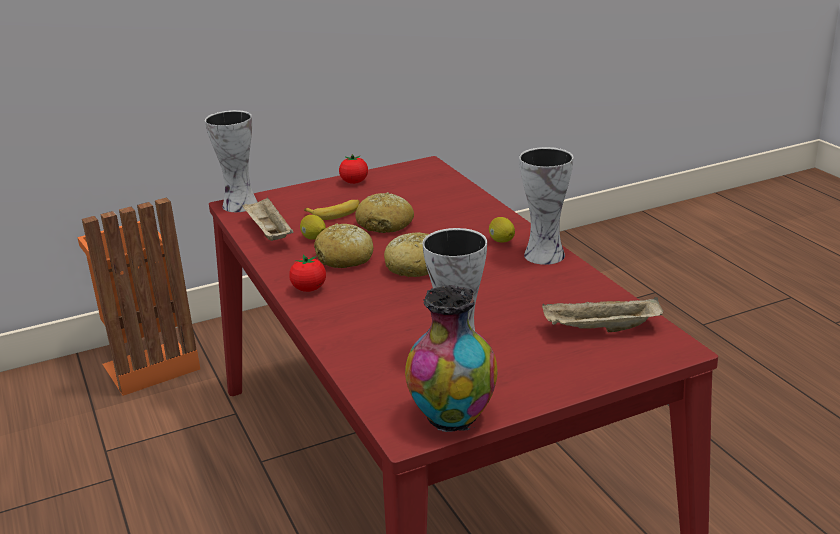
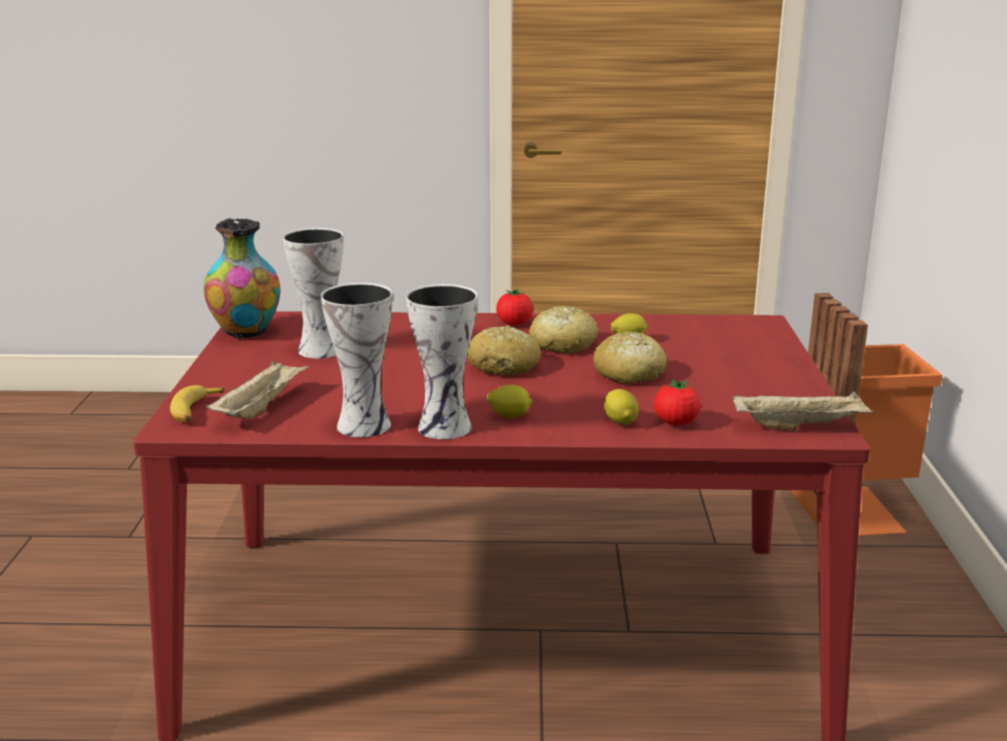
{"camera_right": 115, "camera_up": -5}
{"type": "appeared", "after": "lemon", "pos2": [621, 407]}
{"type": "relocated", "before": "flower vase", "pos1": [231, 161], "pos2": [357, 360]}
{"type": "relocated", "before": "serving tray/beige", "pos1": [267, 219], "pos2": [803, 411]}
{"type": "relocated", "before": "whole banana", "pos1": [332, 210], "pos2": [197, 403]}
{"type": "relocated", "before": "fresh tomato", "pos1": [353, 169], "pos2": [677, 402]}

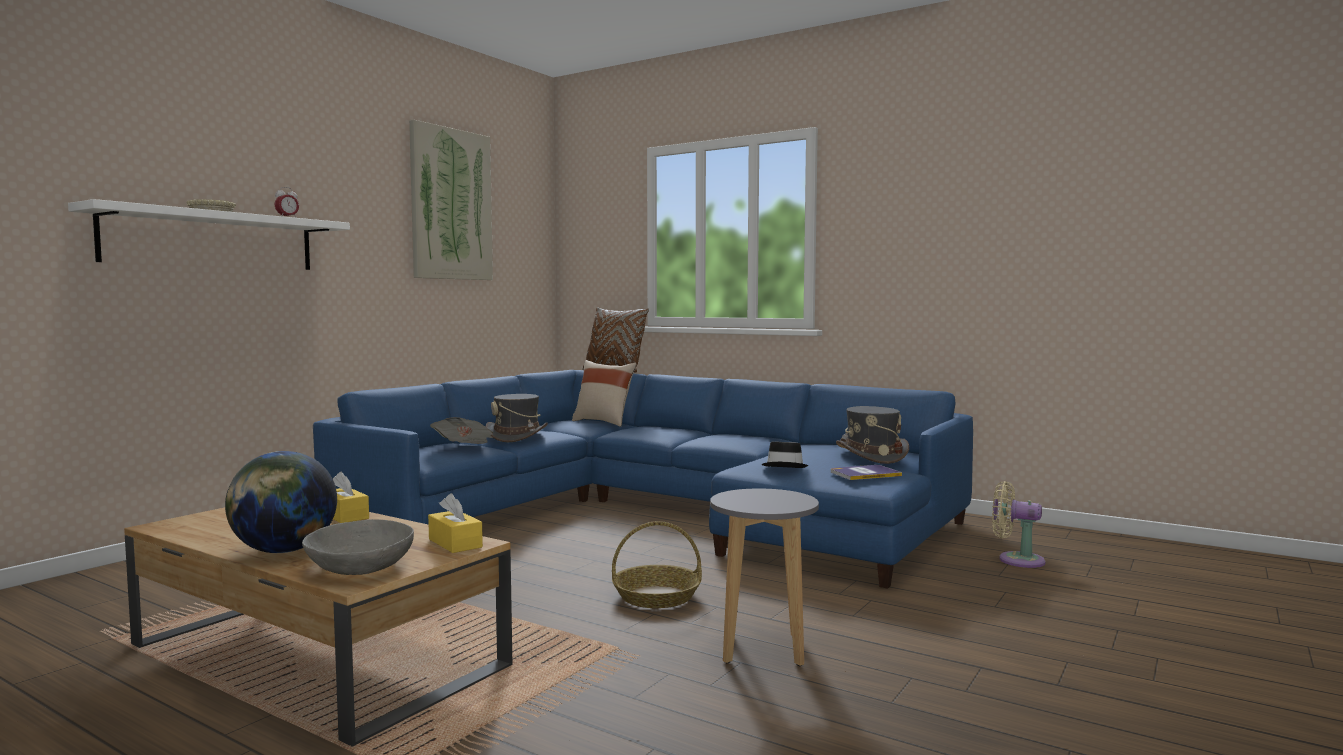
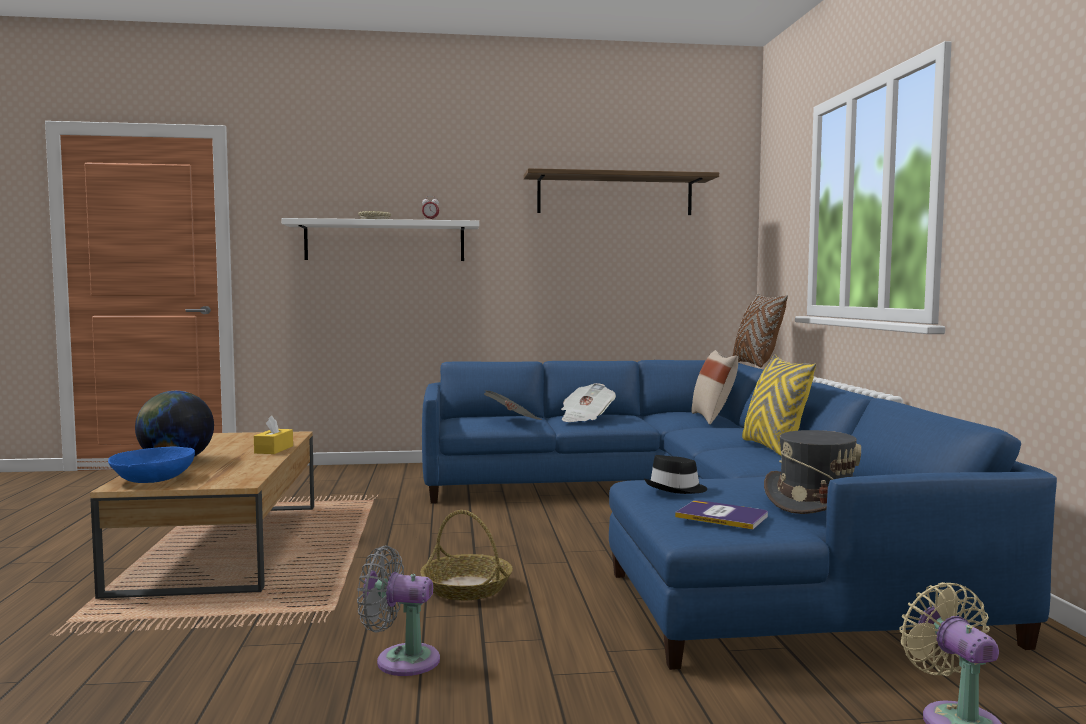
{"camera_right": 50, "camera_up": 0}
{"type": "missing", "before": "tissue holder/yellow-coloured", "pos1": [455, 523]}
{"type": "appeared", "after": "pillow/yellow-coloured", "pos2": [779, 405]}
{"type": "exchanged", "before": "picture", "after": "wall shelf", "pos1": [451, 199], "pos2": [621, 191]}
{"type": "exchanged", "before": "hat/gray", "after": "newspaper", "pos1": [517, 418], "pos2": [588, 402]}
{"type": "exchanged", "before": "sitting stool/gray", "after": "cooling fan/gray", "pos1": [764, 577], "pos2": [398, 611]}
{"type": "colour", "before": "bowl/gray", "after": "bowl/bluish", "pos1": [358, 547], "pos2": [151, 465]}

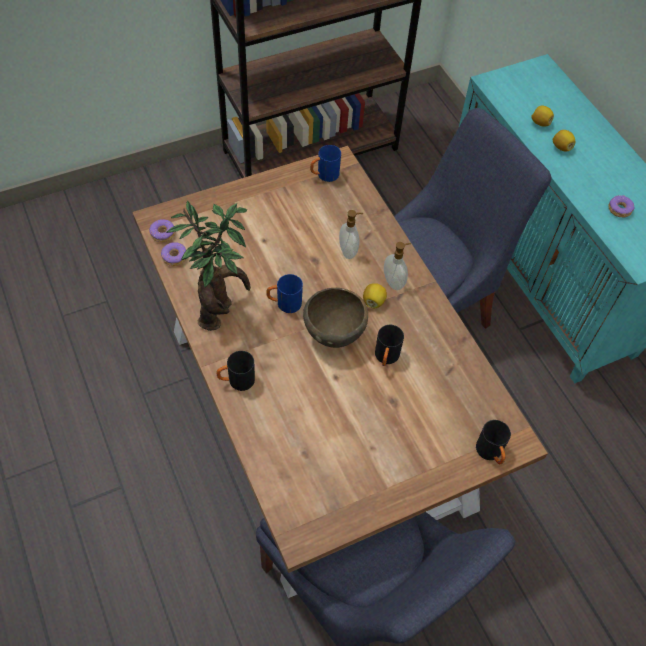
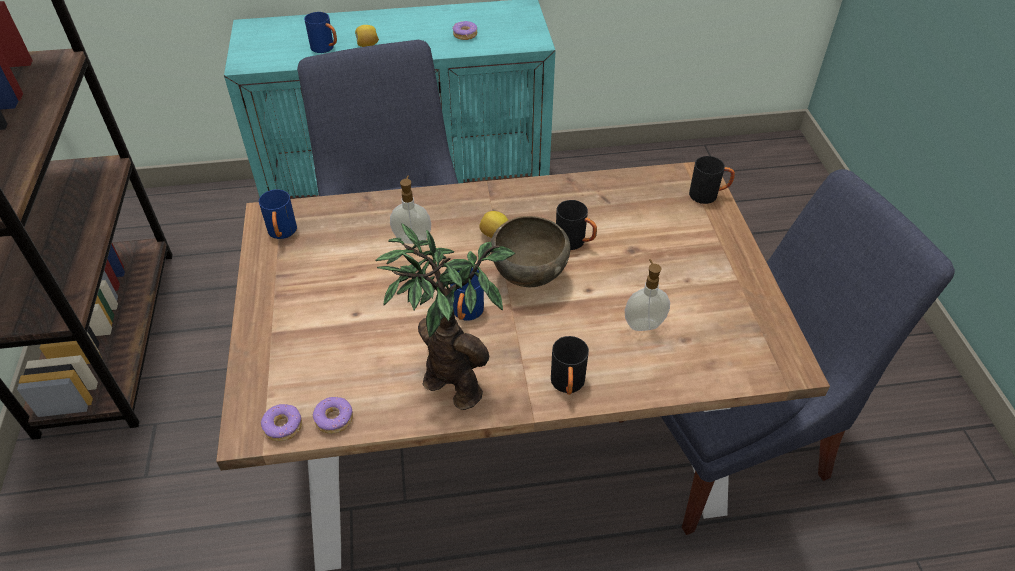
{"camera_right": -70, "camera_up": -10}
{"type": "relocated", "before": "soap dispenser", "pos1": [397, 266], "pos2": [647, 295]}
{"type": "exchanged", "before": "lemon", "after": "mug/bluish", "pos1": [542, 116], "pos2": [320, 32]}

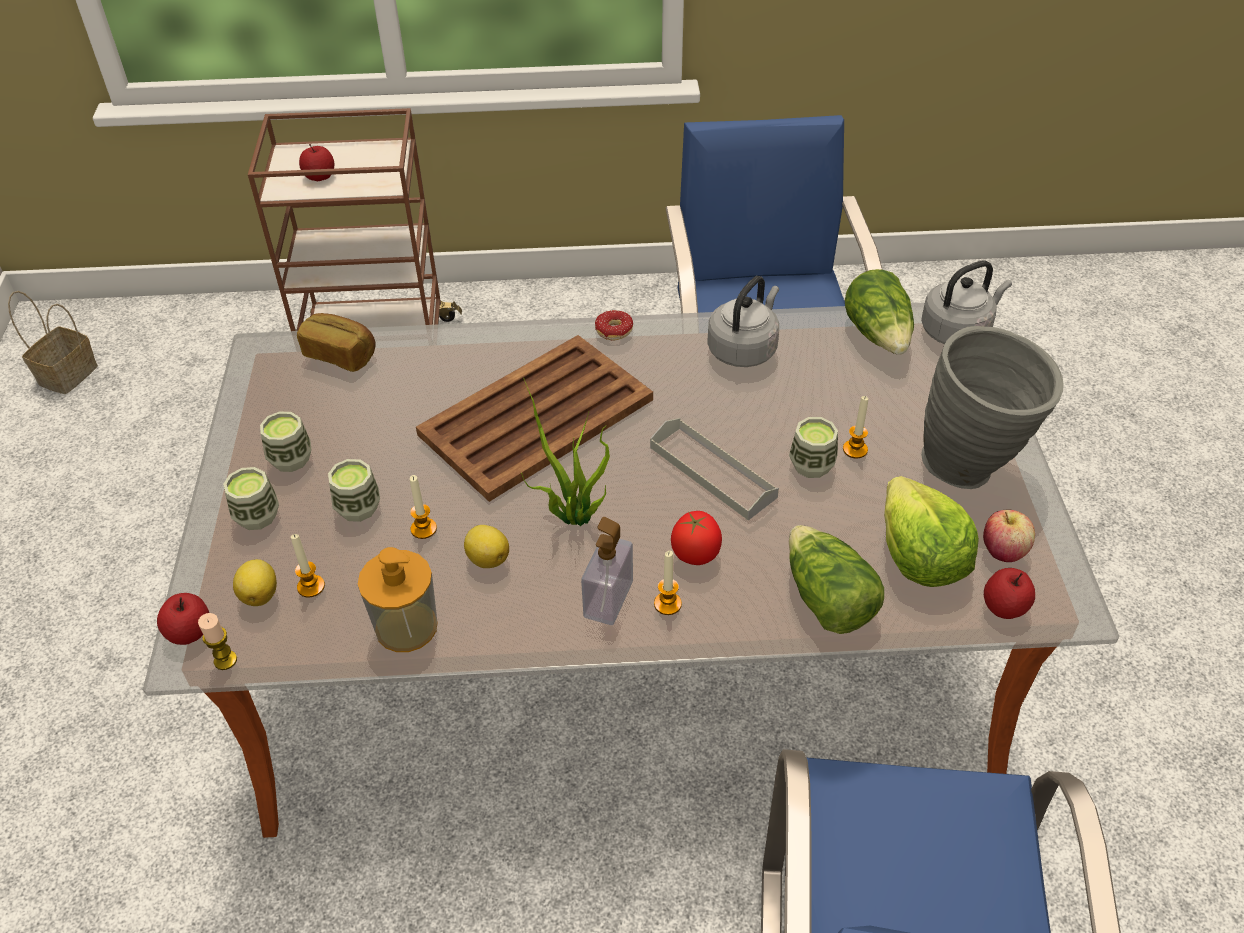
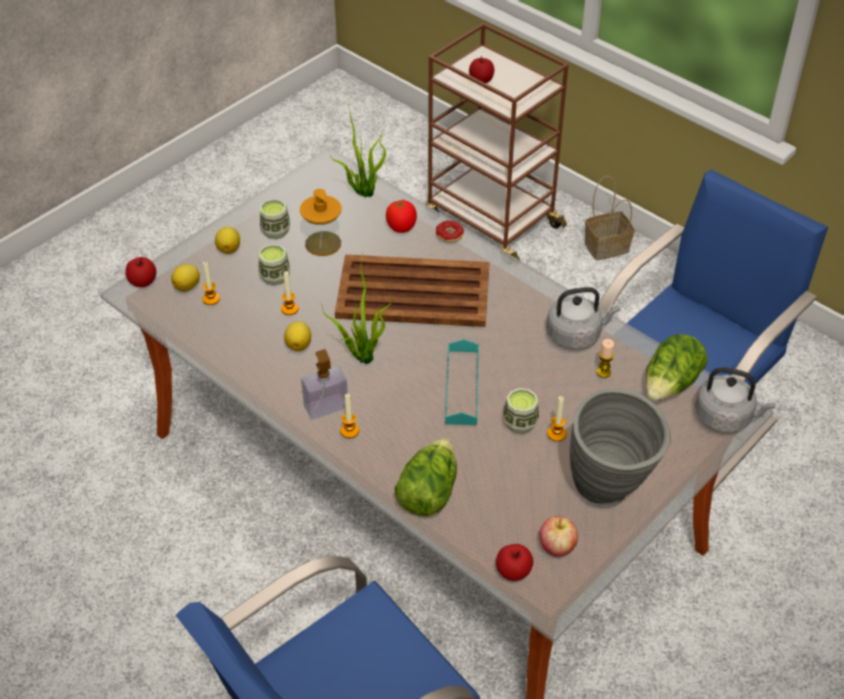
{"camera_right": 45, "camera_up": 0}
{"type": "missing", "before": "head of lettuce", "pos1": [931, 531]}
{"type": "relocated", "before": "household basket", "pos1": [53, 342], "pos2": [609, 218]}
{"type": "relocated", "before": "candle", "pos1": [217, 641], "pos2": [605, 358]}
{"type": "relocated", "before": "soap dispenser", "pos1": [398, 599], "pos2": [321, 222]}
{"type": "relocated", "before": "ring doughnut", "pos1": [614, 325], "pos2": [450, 231]}
{"type": "relocated", "before": "fresh tomato", "pos1": [696, 538], "pos2": [401, 216]}
{"type": "exchanged", "before": "cup", "after": "lemon", "pos1": [251, 498], "pos2": [227, 240]}
{"type": "exchanged", "before": "baked bread", "after": "plant in a pot", "pos1": [336, 342], "pos2": [357, 150]}
{"type": "colour", "before": "serving tray/gray", "after": "serving tray/blue-green", "pos1": [714, 469], "pos2": [462, 382]}

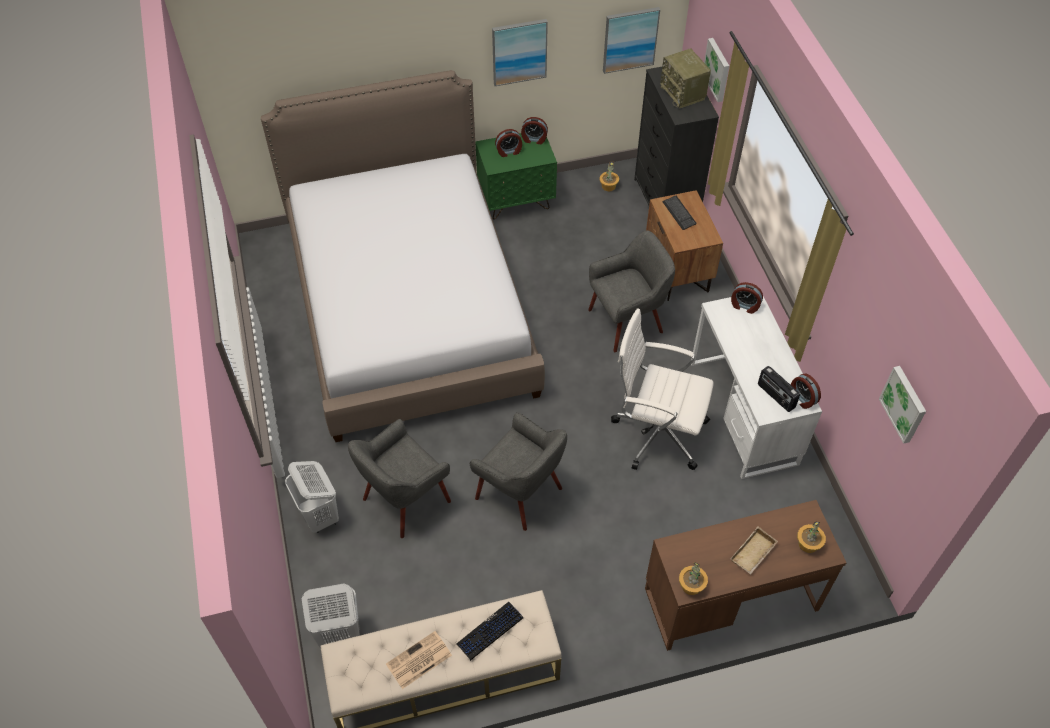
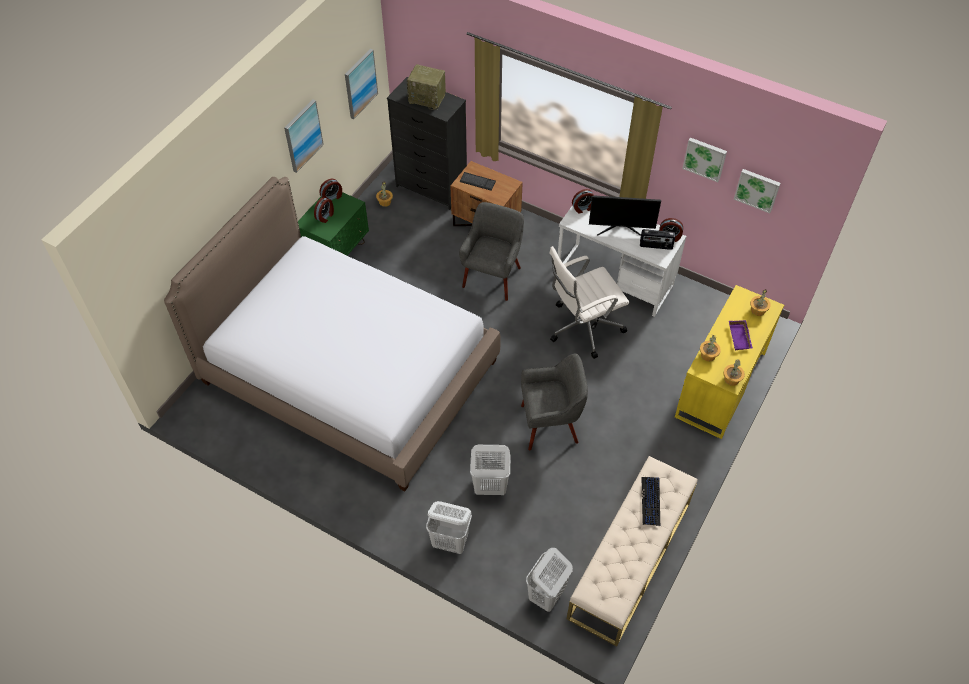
{"camera_right": -45, "camera_up": 0}
{"type": "missing", "before": "newspaper", "pos1": [419, 660]}
{"type": "appeared", "after": "computer screen", "pos2": [625, 215]}
{"type": "appeared", "after": "plant in a pot", "pos2": [710, 347]}
{"type": "relocated", "before": "picture", "pos1": [716, 70], "pos2": [704, 160]}
{"type": "exchanged", "before": "lounge chair/gray", "after": "laundry basket/whitish", "pos1": [399, 478], "pos2": [490, 470]}
{"type": "colour", "before": "desk/brownish", "after": "desk/yellow-coloured", "pos1": [745, 575], "pos2": [729, 362]}
{"type": "colour", "before": "serving tray/beige", "after": "serving tray/purplish", "pos1": [754, 551], "pos2": [741, 335]}

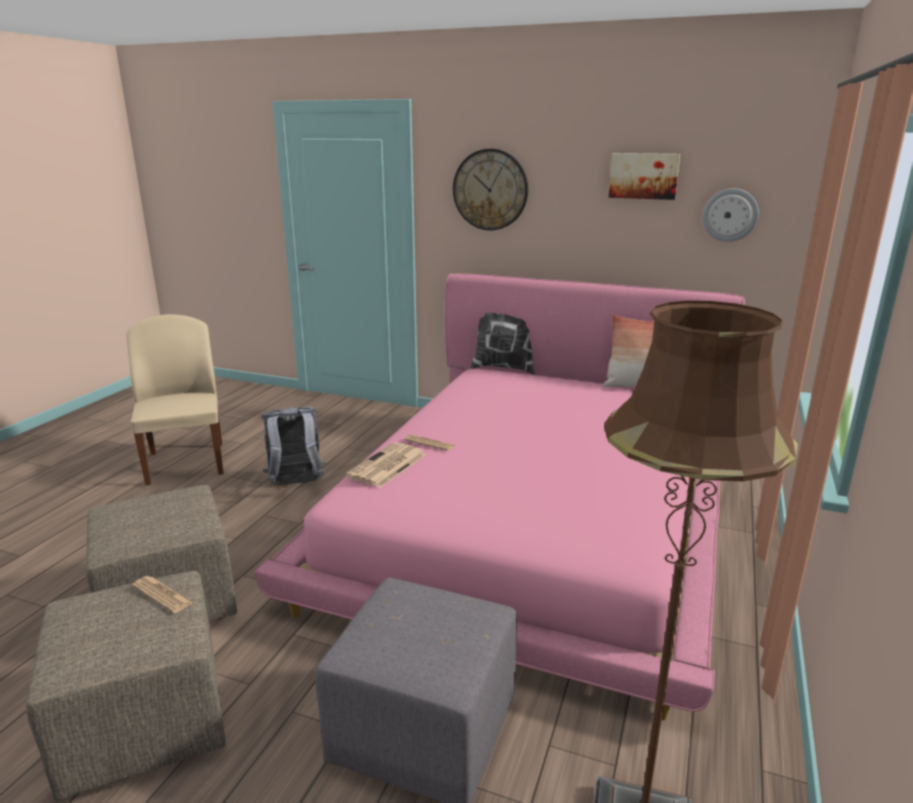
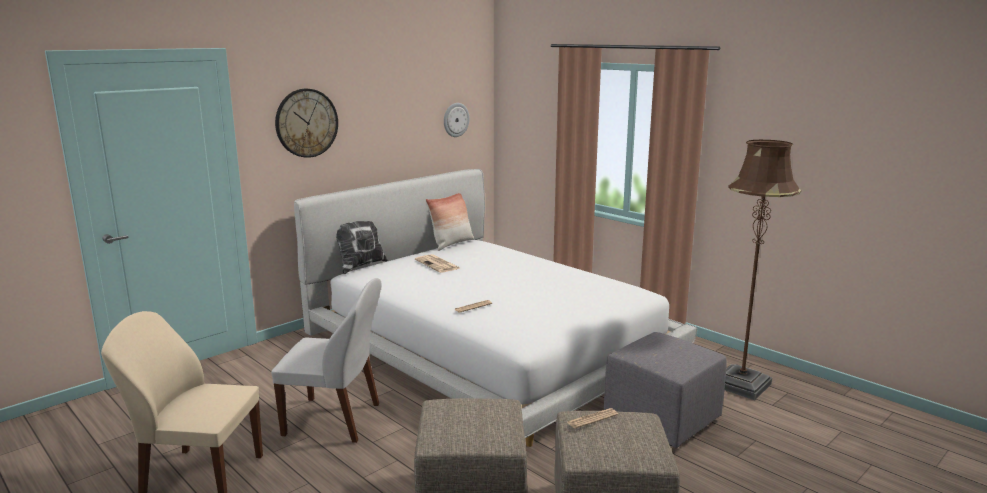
{"camera_right": -65, "camera_up": -5}
{"type": "missing", "before": "picture", "pos1": [644, 176]}
{"type": "relocated", "before": "newspaper", "pos1": [385, 465], "pos2": [437, 263]}
{"type": "exchanged", "before": "backpack/gray", "after": "plain chair/whitish", "pos1": [293, 446], "pos2": [326, 360]}
{"type": "colour", "before": "bedroom bed/pinkish", "after": "bedroom bed/whitish", "pos1": [500, 496], "pos2": [495, 308]}

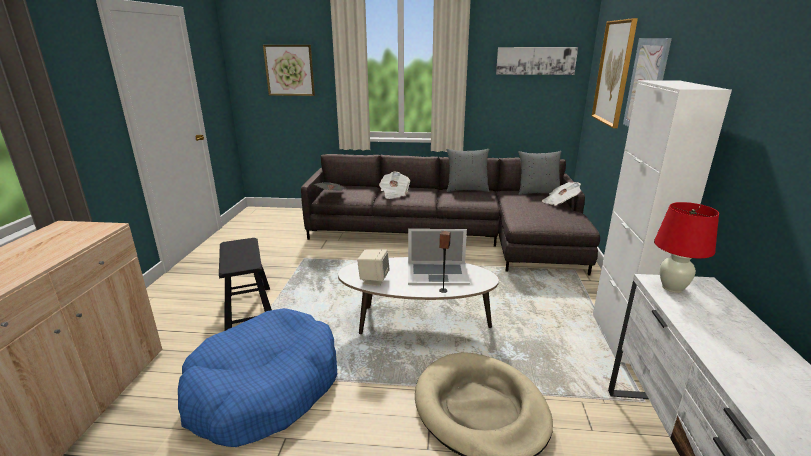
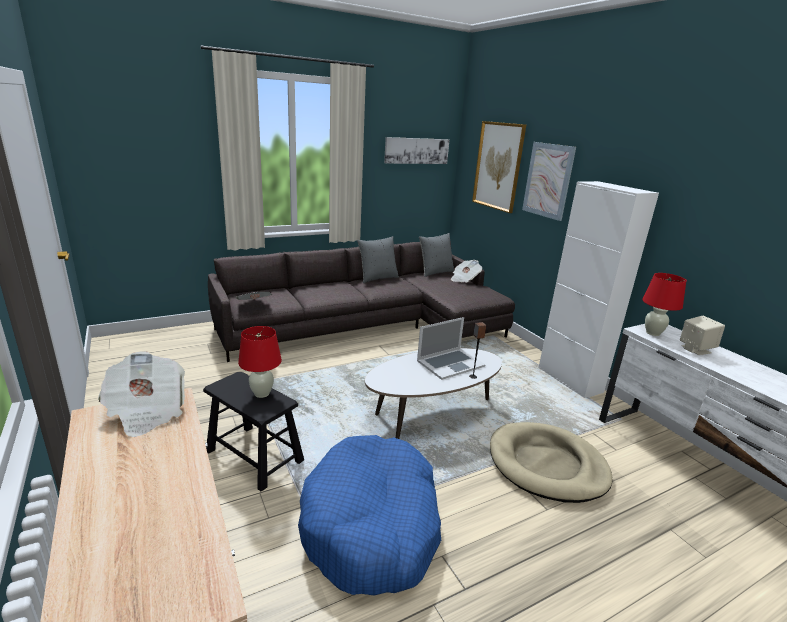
{"camera_right": -35, "camera_up": 0}
{"type": "missing", "before": "picture", "pos1": [289, 70]}
{"type": "appeared", "after": "lamp for a table/red-coloured", "pos2": [260, 362]}
{"type": "relocated", "before": "loudspeaker/beige", "pos1": [373, 267], "pos2": [702, 335]}
{"type": "relocated", "before": "newspaper", "pos1": [394, 185], "pos2": [141, 394]}

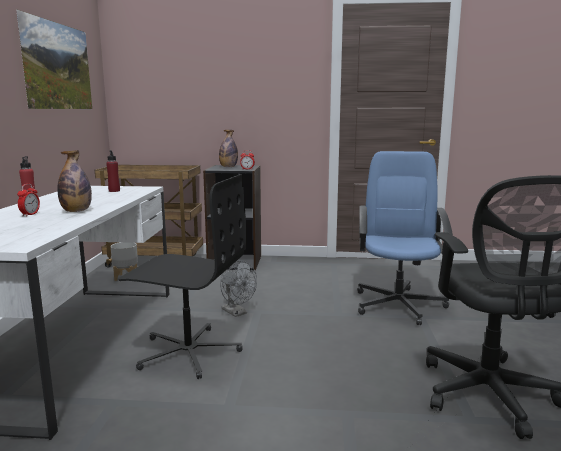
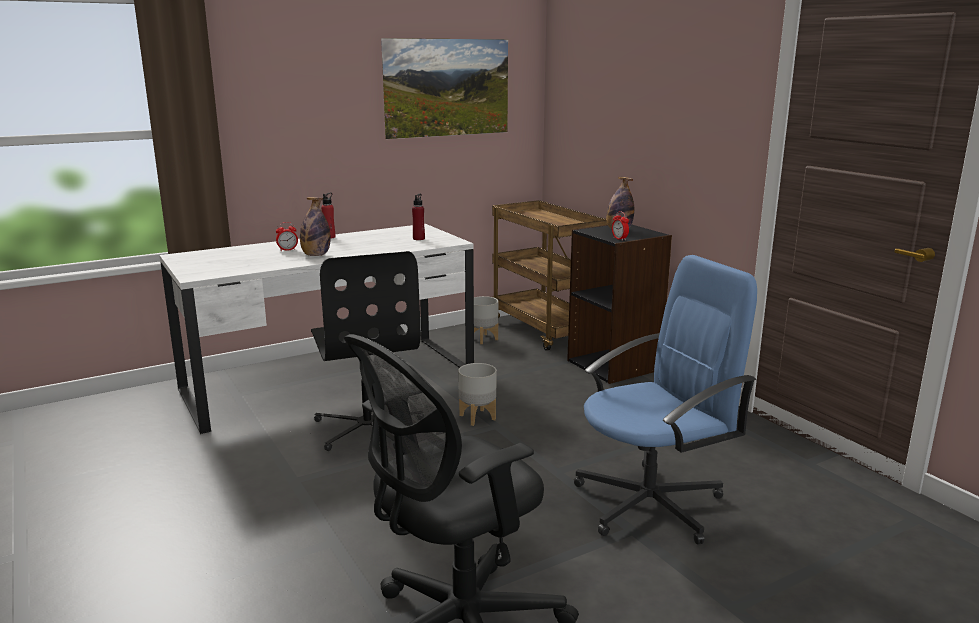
{"camera_right": 55, "camera_up": 5}
{"type": "exchanged", "before": "cooling fan/gray", "after": "planter/gray", "pos1": [238, 288], "pos2": [477, 394]}

